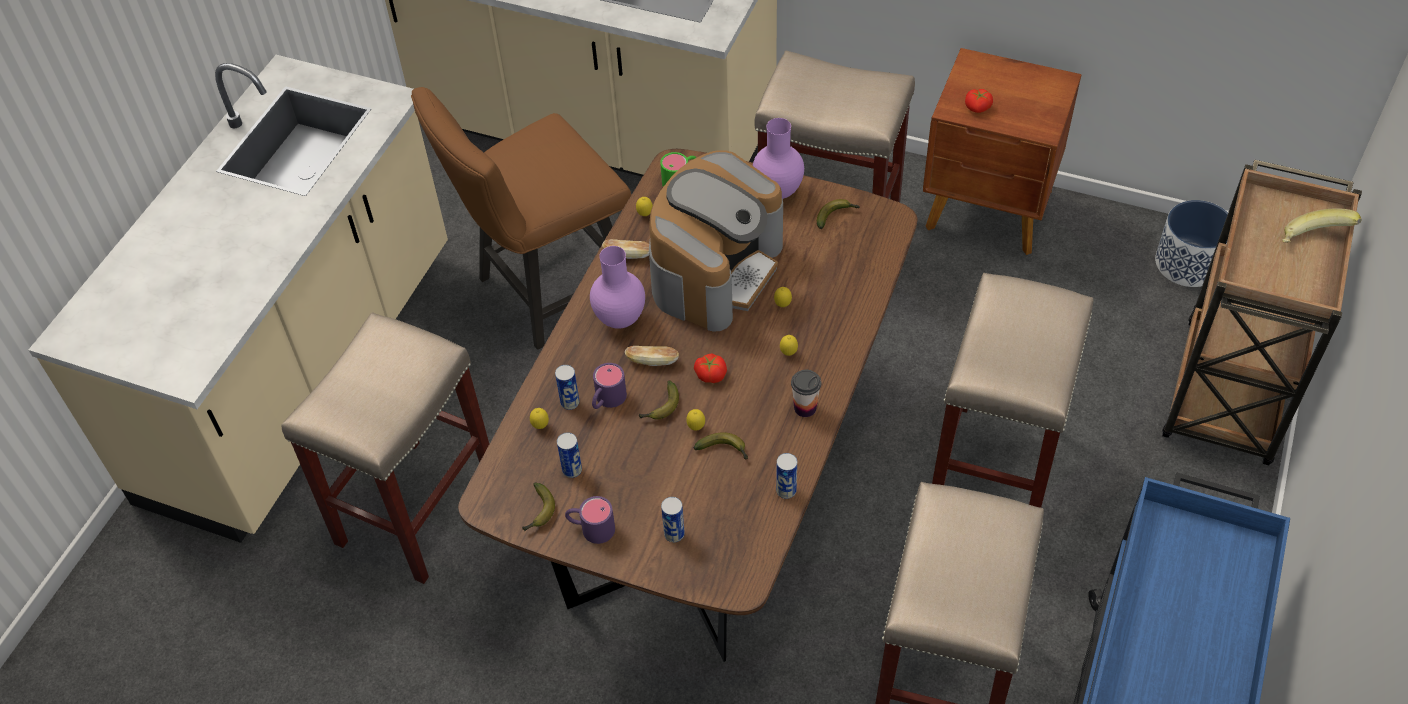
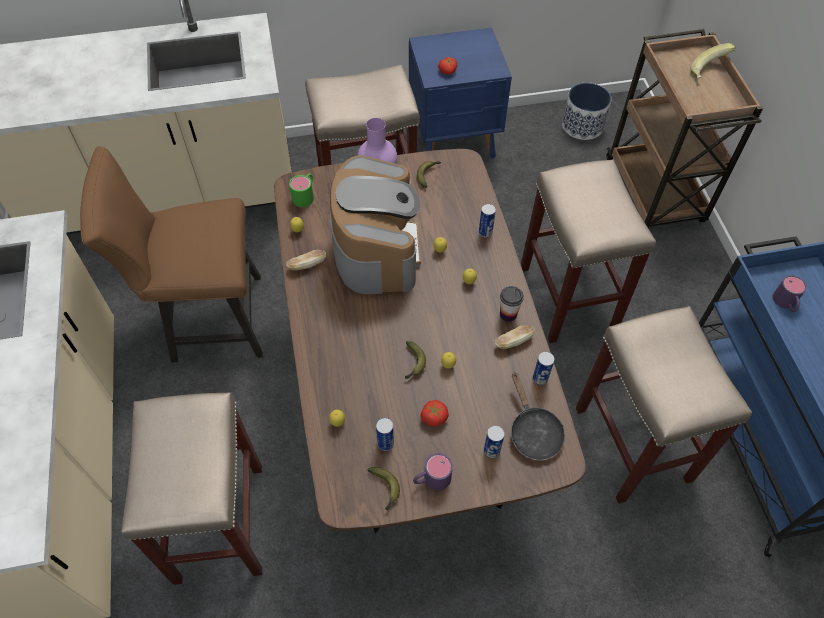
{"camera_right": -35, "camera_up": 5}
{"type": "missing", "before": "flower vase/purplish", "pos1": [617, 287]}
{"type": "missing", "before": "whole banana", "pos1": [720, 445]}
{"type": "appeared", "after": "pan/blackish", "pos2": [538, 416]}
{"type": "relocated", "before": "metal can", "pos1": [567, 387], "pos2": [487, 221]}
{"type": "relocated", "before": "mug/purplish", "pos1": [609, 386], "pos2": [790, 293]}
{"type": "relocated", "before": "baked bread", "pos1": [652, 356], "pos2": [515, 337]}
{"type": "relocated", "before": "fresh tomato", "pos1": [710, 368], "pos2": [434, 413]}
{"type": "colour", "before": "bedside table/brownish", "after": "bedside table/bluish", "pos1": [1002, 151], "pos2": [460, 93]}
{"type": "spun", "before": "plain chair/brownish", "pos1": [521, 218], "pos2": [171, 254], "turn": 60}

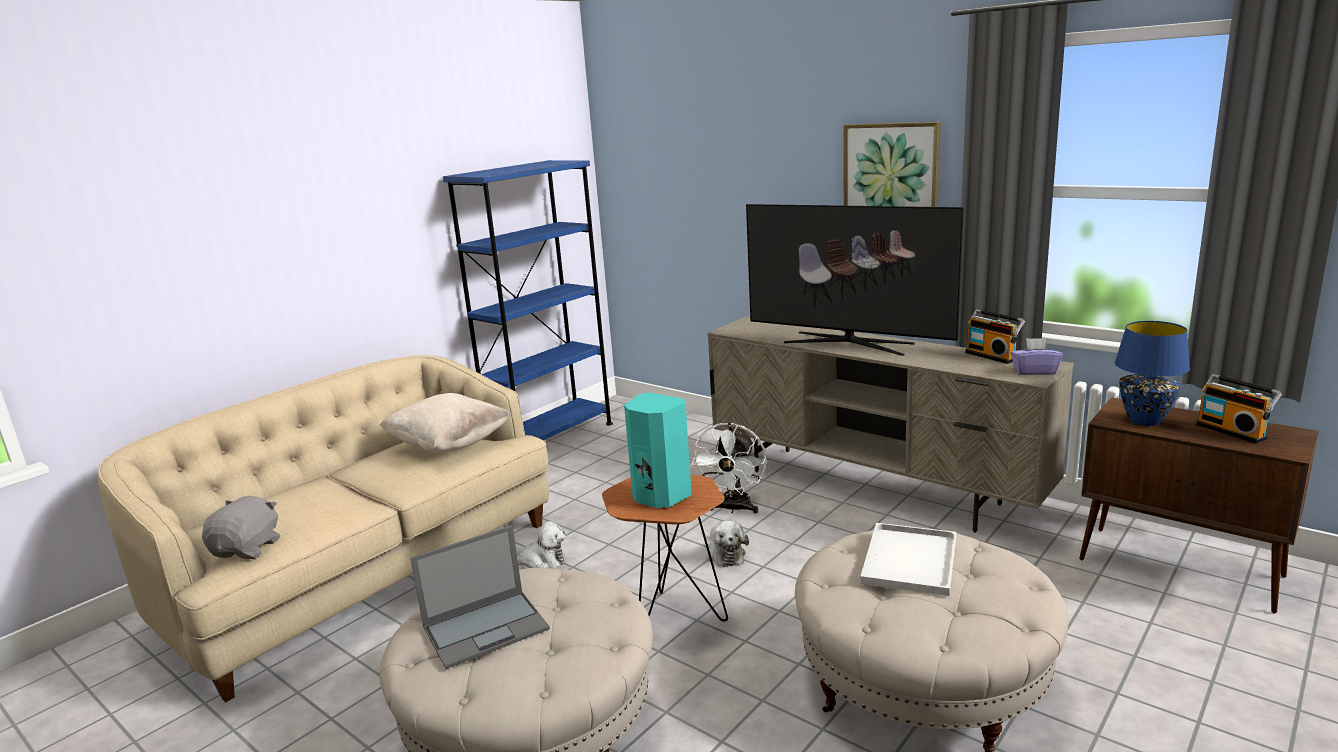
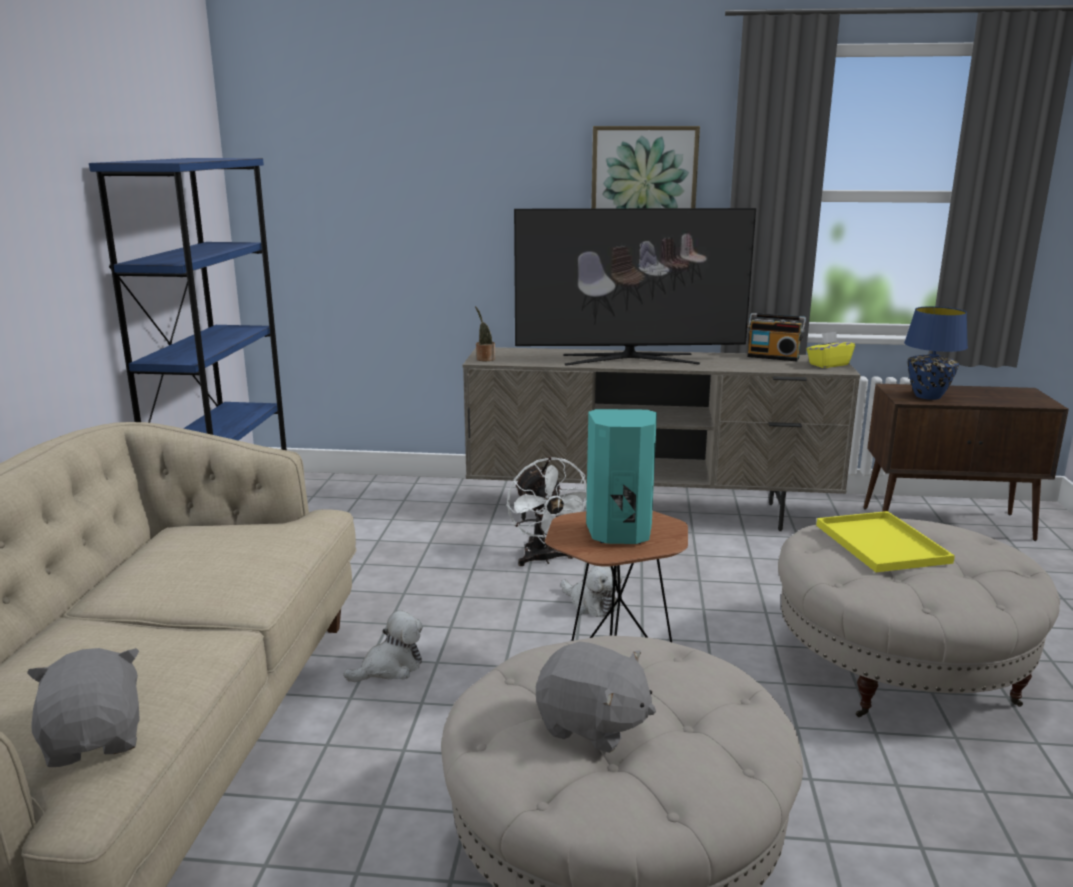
{"camera_right": -35, "camera_up": 0}
{"type": "missing", "before": "pillow/beige", "pos1": [445, 423]}
{"type": "missing", "before": "radio set", "pos1": [1239, 409]}
{"type": "appeared", "after": "plant in a pot", "pos2": [485, 333]}
{"type": "exchanged", "before": "portable computer", "after": "plush toy/gray", "pos1": [480, 597], "pos2": [596, 697]}
{"type": "colour", "before": "serving tray/whitish", "after": "serving tray/yellow-coloured", "pos1": [908, 559], "pos2": [885, 541]}
{"type": "colour", "before": "tissue holder/purplish", "after": "tissue holder/yellow-coloured", "pos1": [1037, 356], "pos2": [831, 350]}

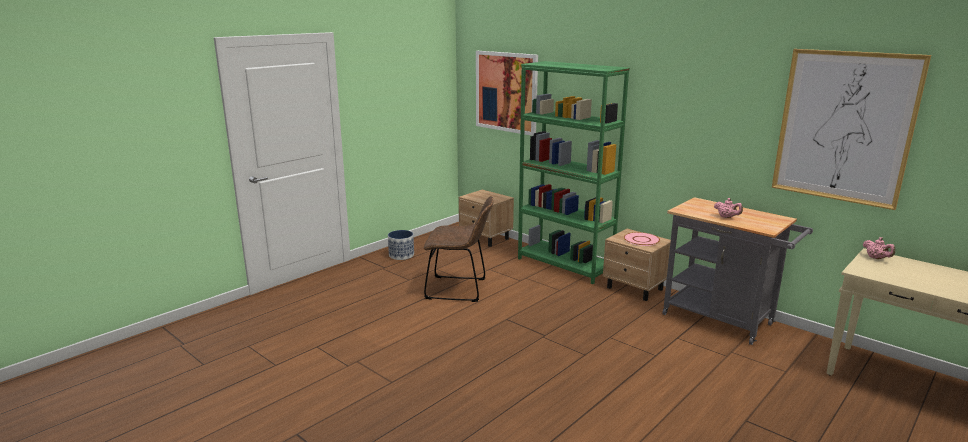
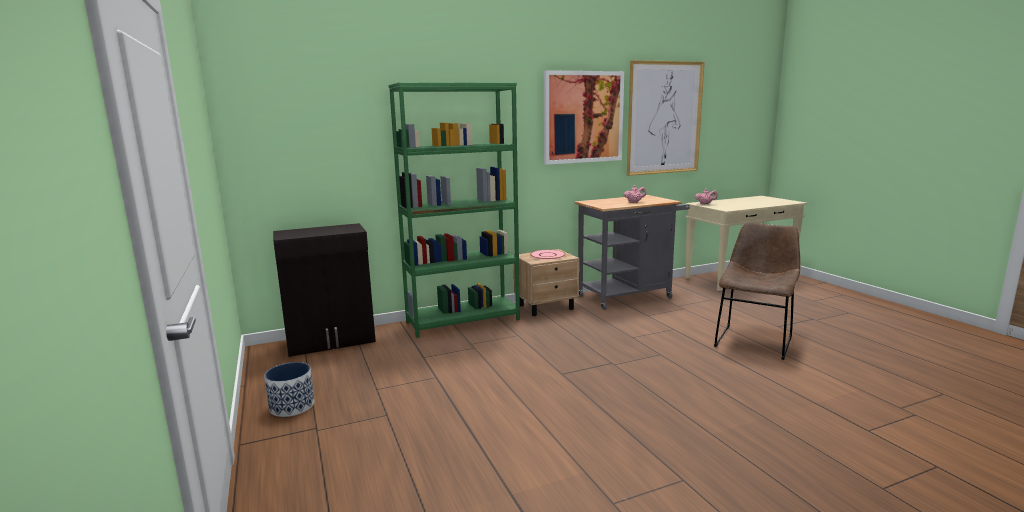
{"camera_right": -65, "camera_up": -5}
{"type": "relocated", "before": "plain chair/brownish", "pos1": [458, 249], "pos2": [757, 291]}
{"type": "relocated", "before": "picture", "pos1": [507, 93], "pos2": [584, 117]}
{"type": "exchanged", "before": "bedside table/beige", "after": "cabinet/blackish", "pos1": [486, 218], "pos2": [324, 290]}

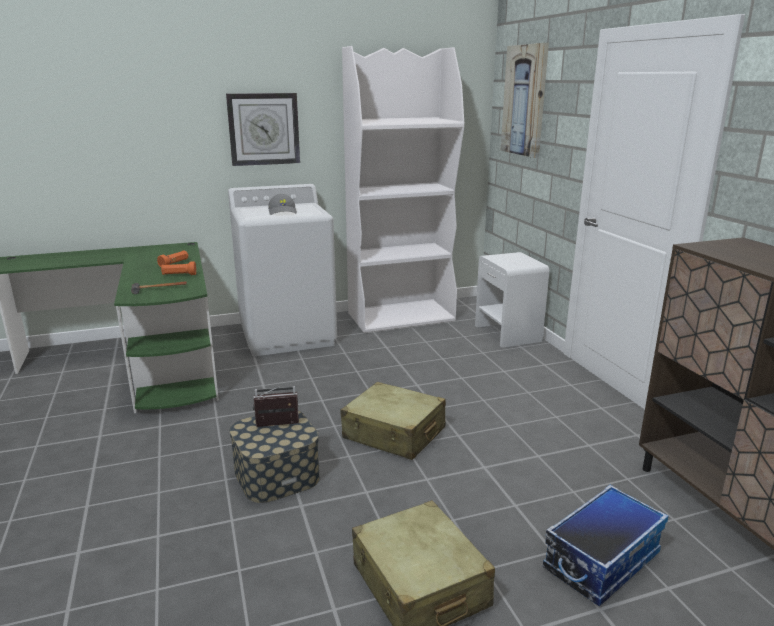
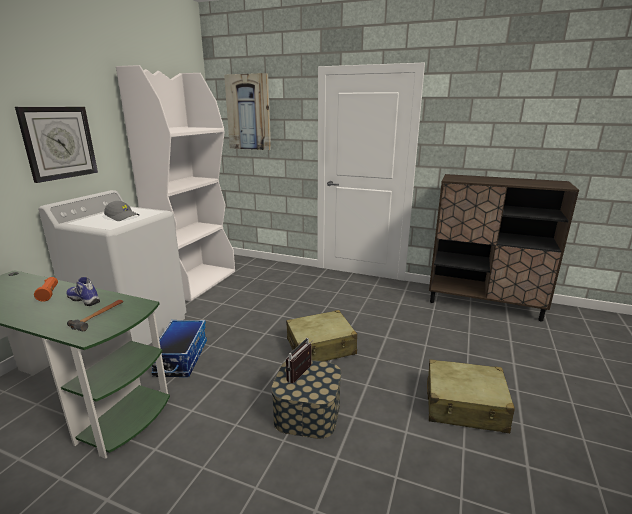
{"camera_right": -50, "camera_up": 0}
{"type": "missing", "before": "bedside table/whitish", "pos1": [512, 300]}
{"type": "relocated", "before": "storage bin", "pos1": [605, 545], "pos2": [179, 348]}
{"type": "exchanged", "before": "torch/orange-coloured", "after": "item of footwear", "pos1": [178, 268], "pos2": [83, 291]}

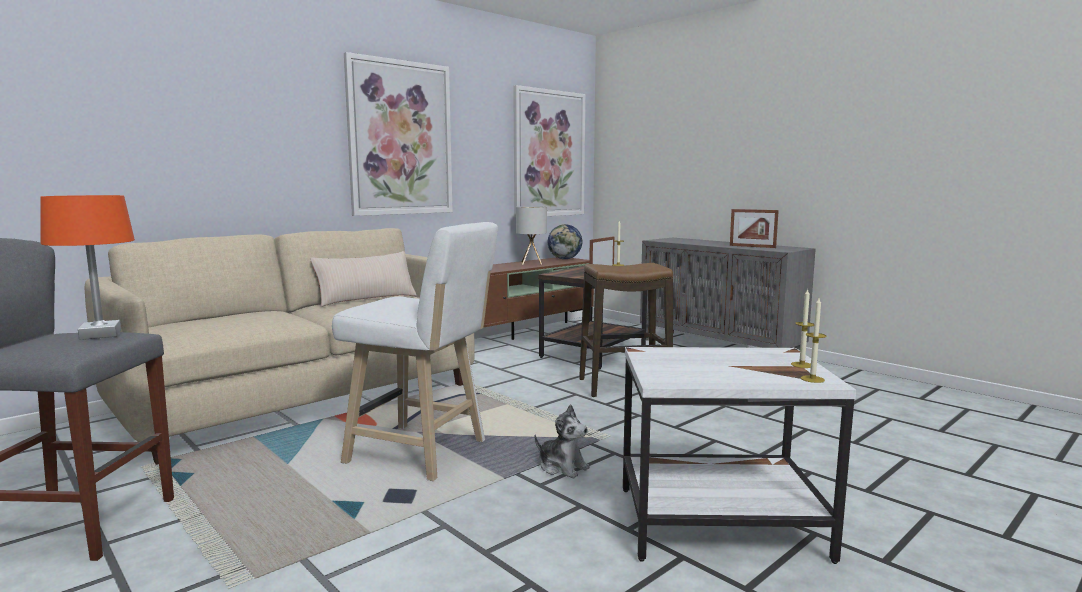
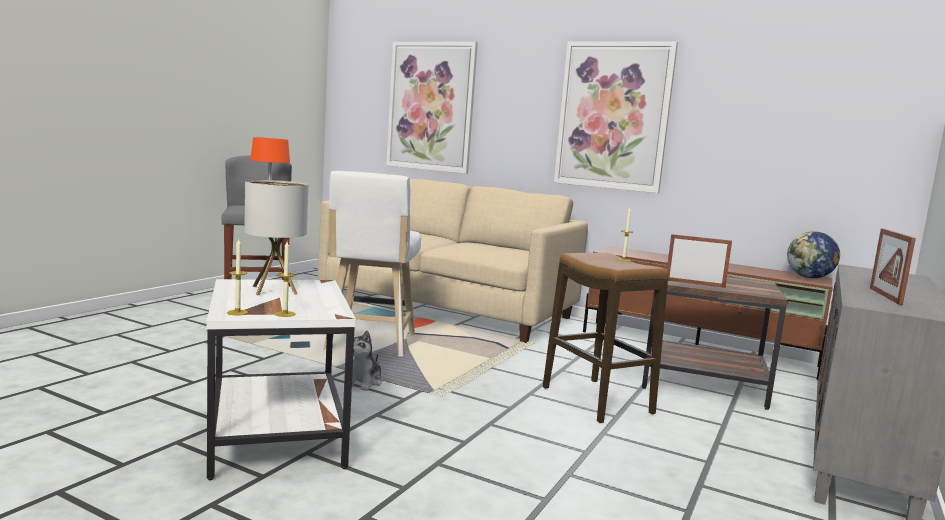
{"camera_right": 70, "camera_up": 0}
{"type": "missing", "before": "pillow/beige", "pos1": [363, 279]}
{"type": "relocated", "before": "picture", "pos1": [549, 151], "pos2": [432, 108]}
{"type": "relocated", "before": "lamp for a table", "pos1": [531, 235], "pos2": [276, 237]}

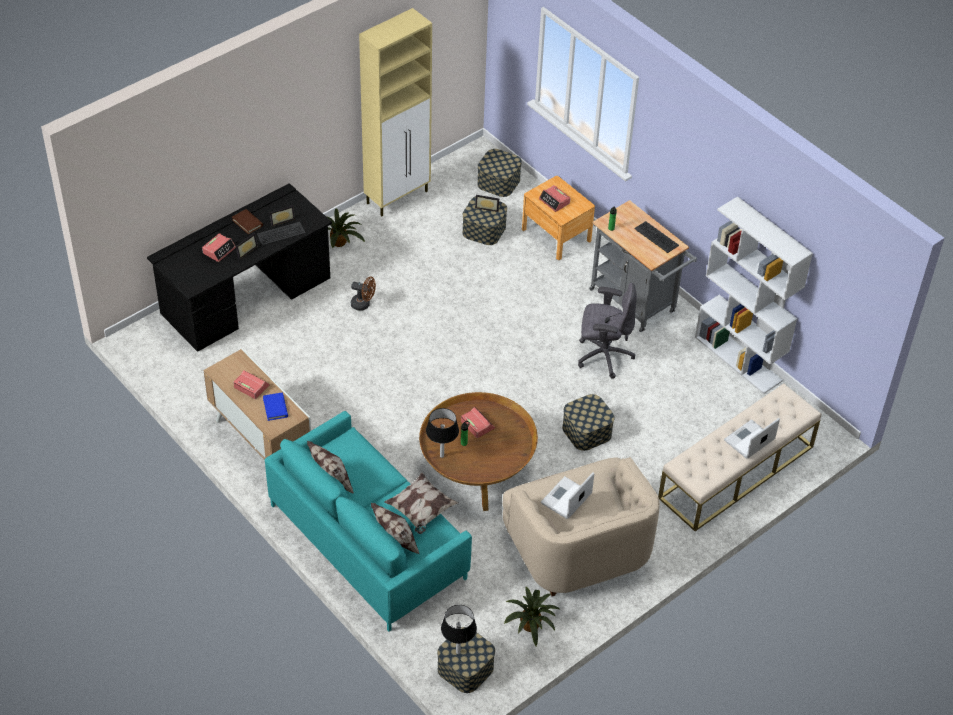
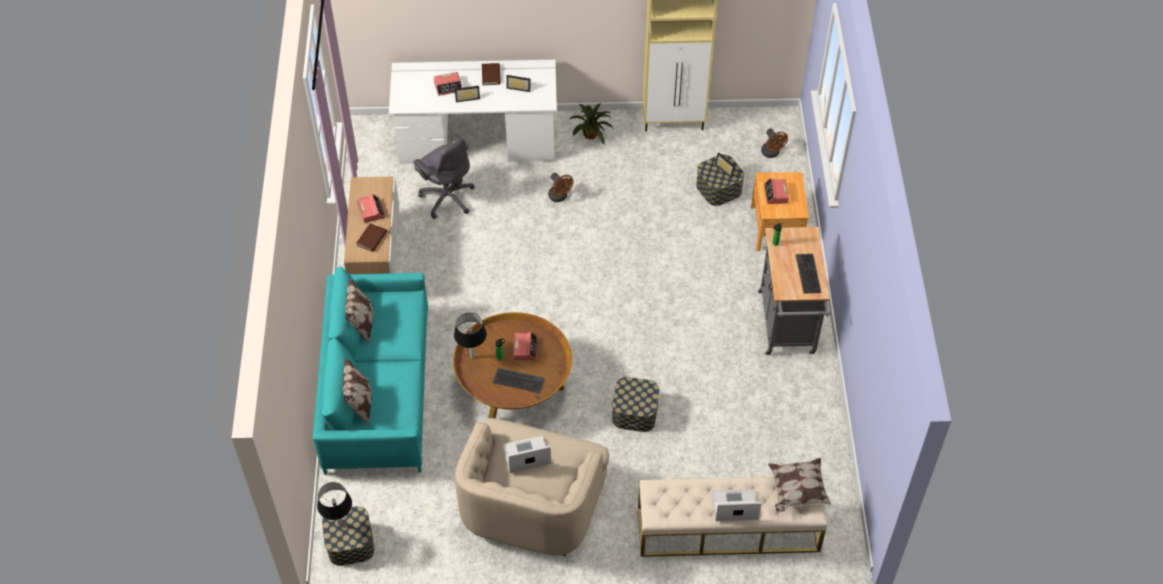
{"camera_right": 40, "camera_up": 5}
{"type": "missing", "before": "plant in a pot", "pos1": [532, 616]}
{"type": "missing", "before": "bookcase/whitish", "pos1": [754, 295]}
{"type": "relocated", "before": "keyboard", "pos1": [281, 234], "pos2": [519, 380]}
{"type": "relocated", "before": "pillow", "pos1": [421, 503], "pos2": [800, 485]}
{"type": "relocated", "before": "office chair/gray", "pos1": [607, 331], "pos2": [444, 176]}
{"type": "exchanged", "before": "storage bin", "after": "cooling fan/brownish", "pos1": [499, 173], "pos2": [774, 143]}
{"type": "colour", "before": "desk/blackish", "after": "desk/whitish", "pos1": [239, 267], "pos2": [473, 112]}
{"type": "colour", "before": "volume/bluish", "after": "volume/brownish", "pos1": [275, 407], "pos2": [371, 237]}

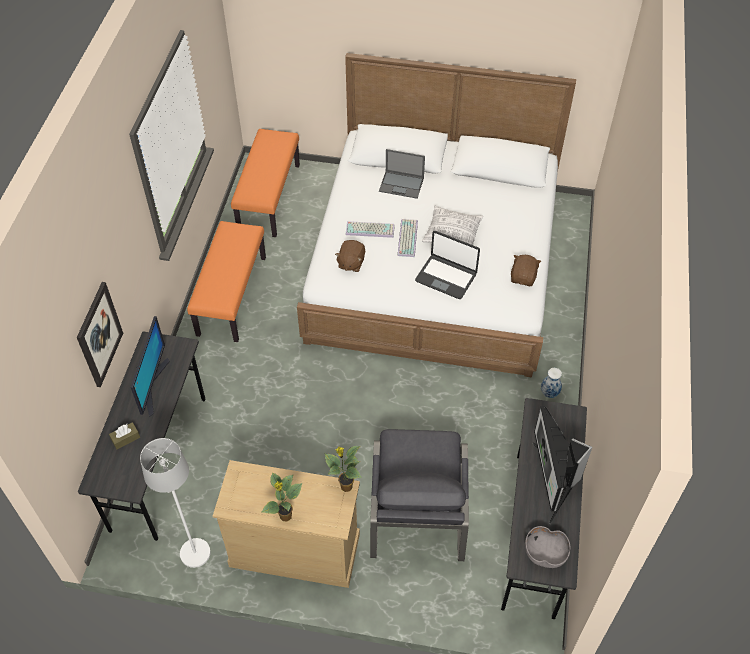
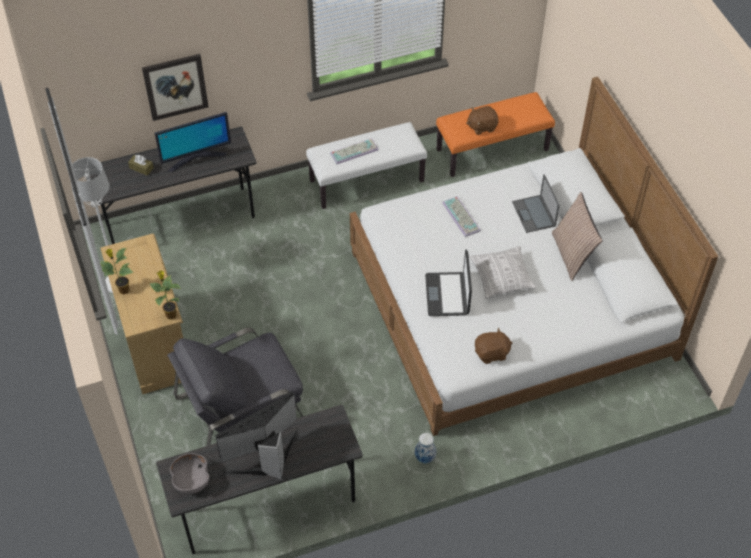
{"camera_right": 60, "camera_up": 0}
{"type": "appeared", "after": "pillow", "pos2": [577, 236]}
{"type": "relocated", "before": "plush toy/brownish", "pos1": [350, 256], "pos2": [482, 120]}
{"type": "relocated", "before": "keyboard", "pos1": [407, 238], "pos2": [354, 151]}
{"type": "colour", "before": "indoor bench/orange-coloured", "after": "indoor bench/whitish", "pos1": [226, 281], "pos2": [366, 165]}

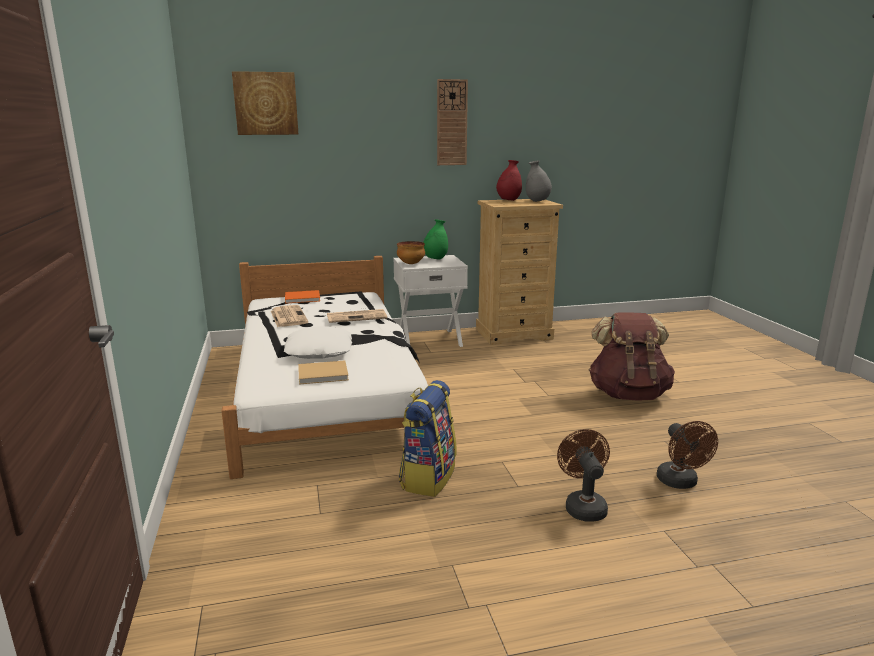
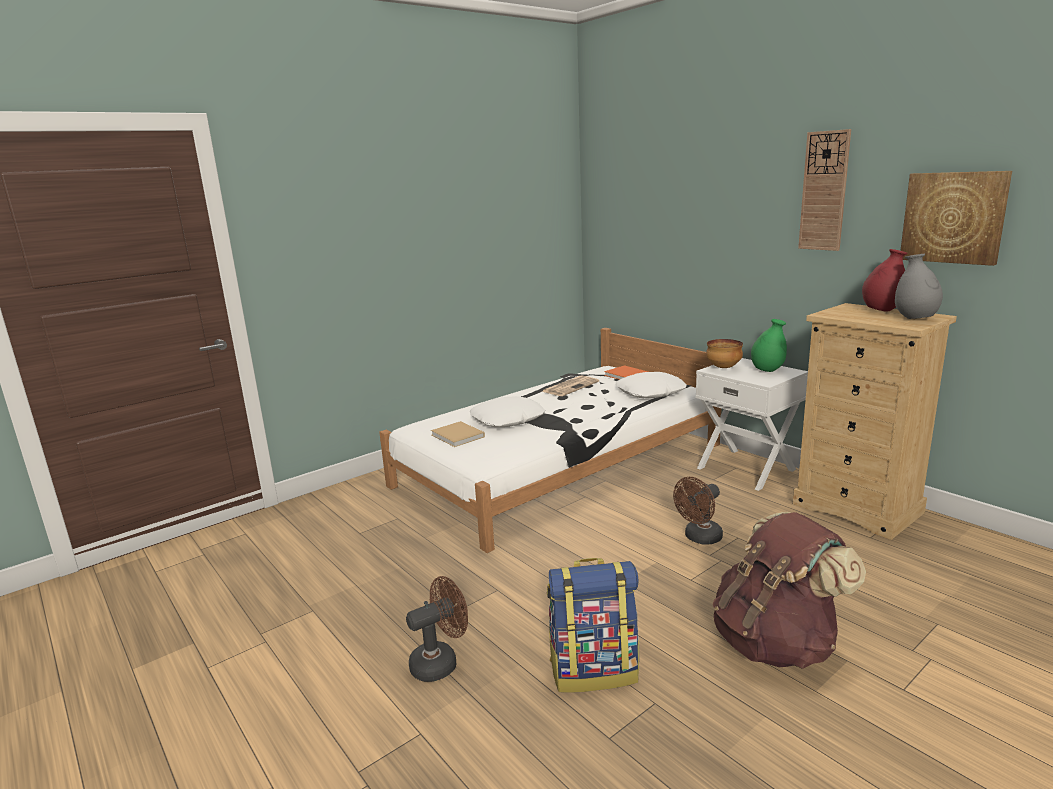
{"camera_right": 65, "camera_up": 0}
{"type": "missing", "before": "newspaper", "pos1": [357, 316]}
{"type": "appeared", "after": "pillow/whitish", "pos2": [651, 385]}
{"type": "relocated", "before": "picture", "pos1": [265, 103], "pos2": [956, 218]}
{"type": "relocated", "before": "backpack", "pos1": [428, 438], "pos2": [593, 625]}
{"type": "relocated", "before": "cooling fan/brownish", "pos1": [687, 455], "pos2": [698, 511]}

